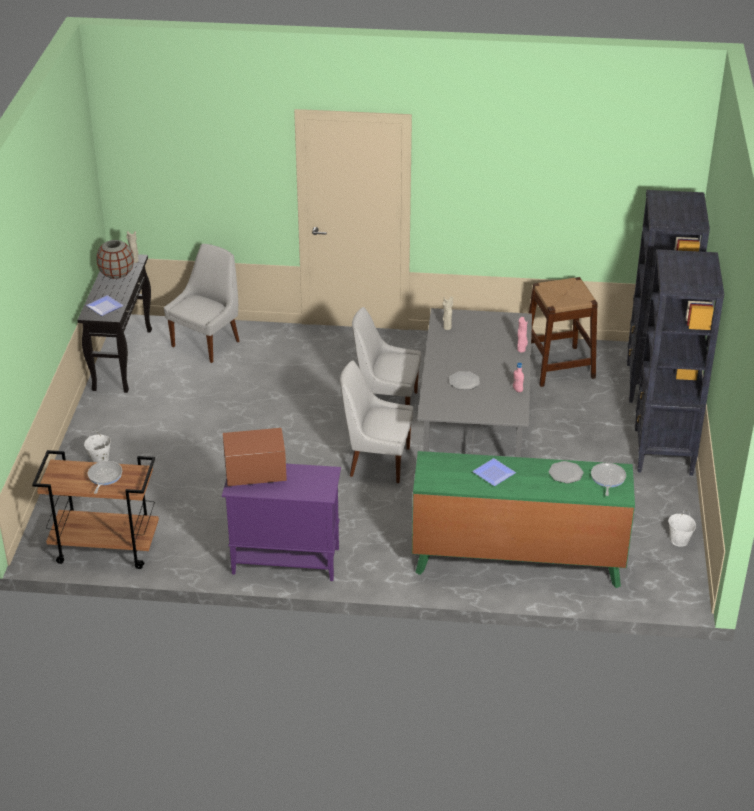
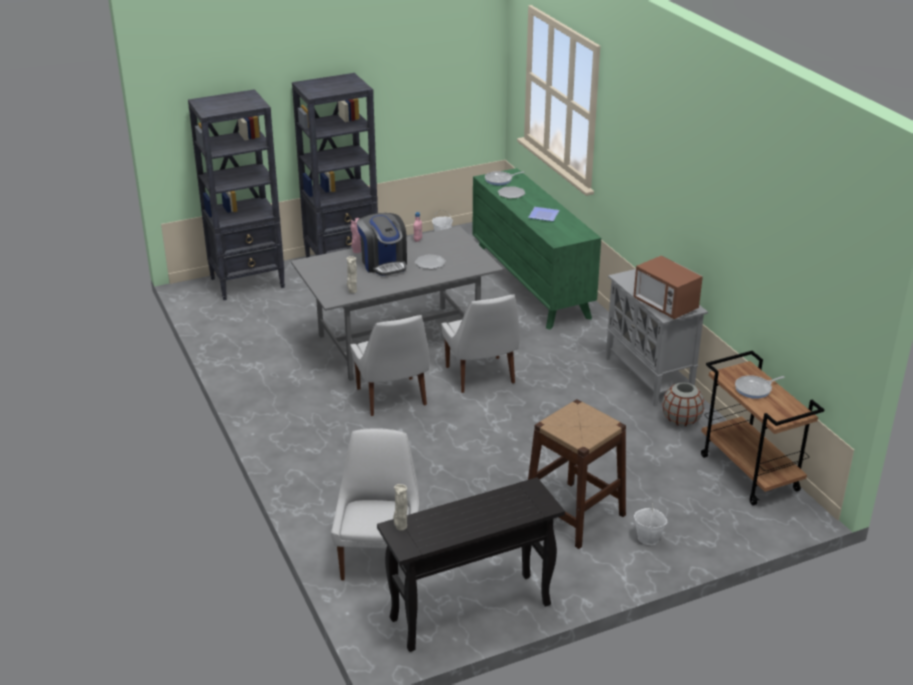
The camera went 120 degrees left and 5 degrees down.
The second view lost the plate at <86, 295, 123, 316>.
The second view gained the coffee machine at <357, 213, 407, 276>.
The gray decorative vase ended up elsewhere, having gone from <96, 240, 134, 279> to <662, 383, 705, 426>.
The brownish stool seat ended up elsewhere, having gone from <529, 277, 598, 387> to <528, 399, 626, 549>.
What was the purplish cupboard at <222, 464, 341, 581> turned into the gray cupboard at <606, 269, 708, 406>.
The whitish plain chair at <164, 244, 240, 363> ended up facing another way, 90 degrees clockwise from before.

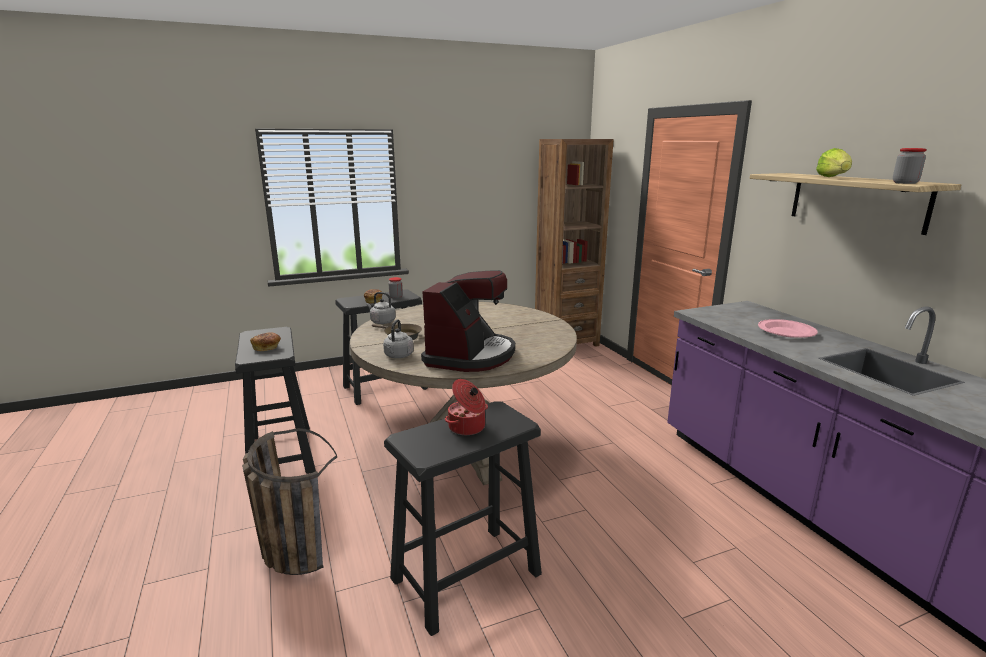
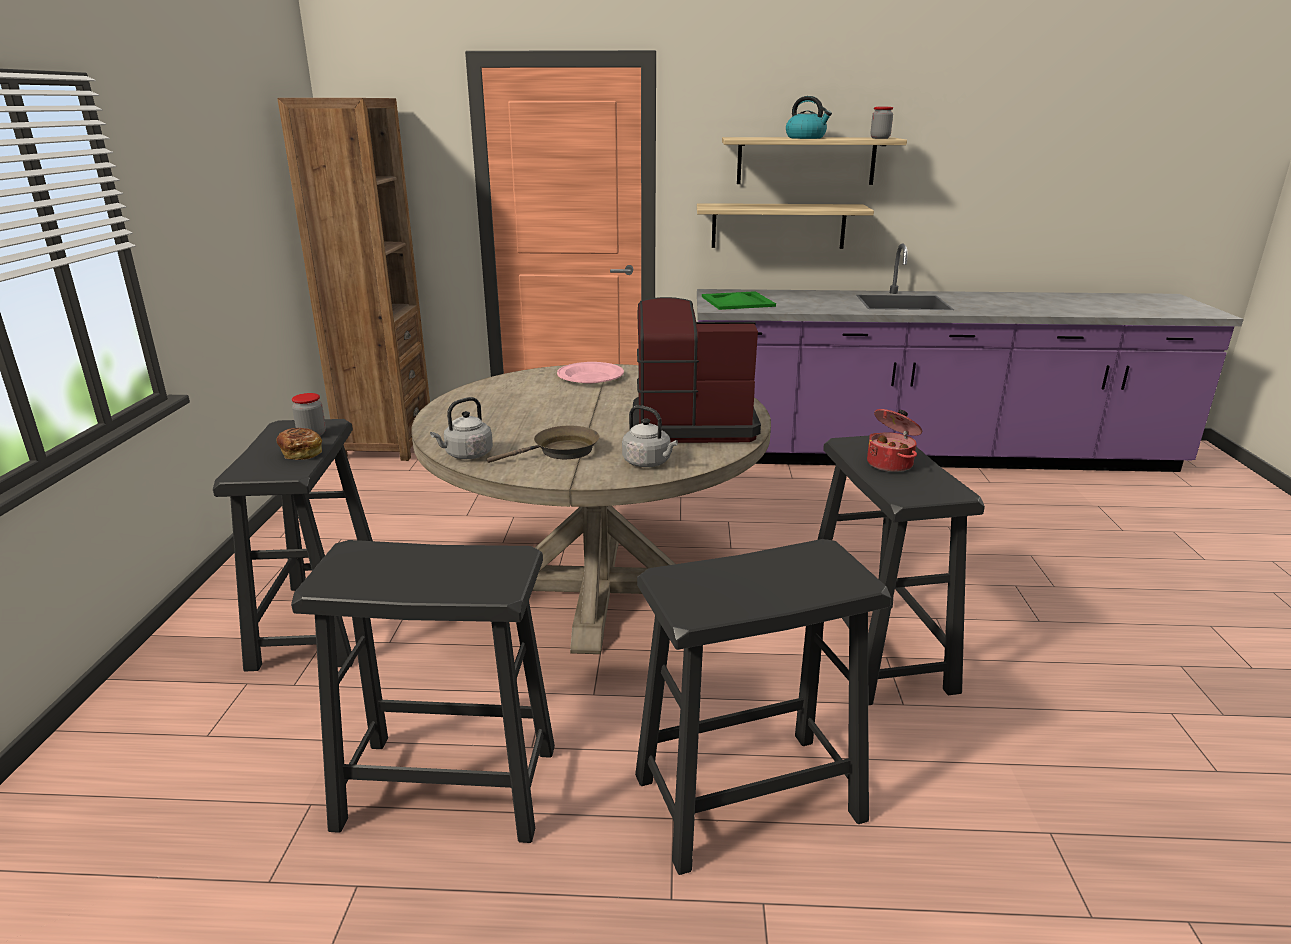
The camera went 65 degrees left and 5 degrees up.
The second view lost the baked bread at <250, 333, 281, 351>.
The second view gained the wall shelf at <697, 203, 874, 249>.
The second view gained the green-coloured tray at <702, 291, 776, 310>.
The pink-coloured plate ended up elsewhere, having gone from <758, 319, 817, 338> to <557, 362, 624, 383>.
Where the household basket stood at <242, 428, 337, 575>, the black stool seat came to stand at <635, 539, 891, 875>.
Where the lettuce stood at <816, 148, 852, 177>, the tea kettle came to stand at <786, 96, 832, 139>.
The coffee machine at <421, 270, 515, 372> ended up facing another way, 45 degrees counterclockwise from before.

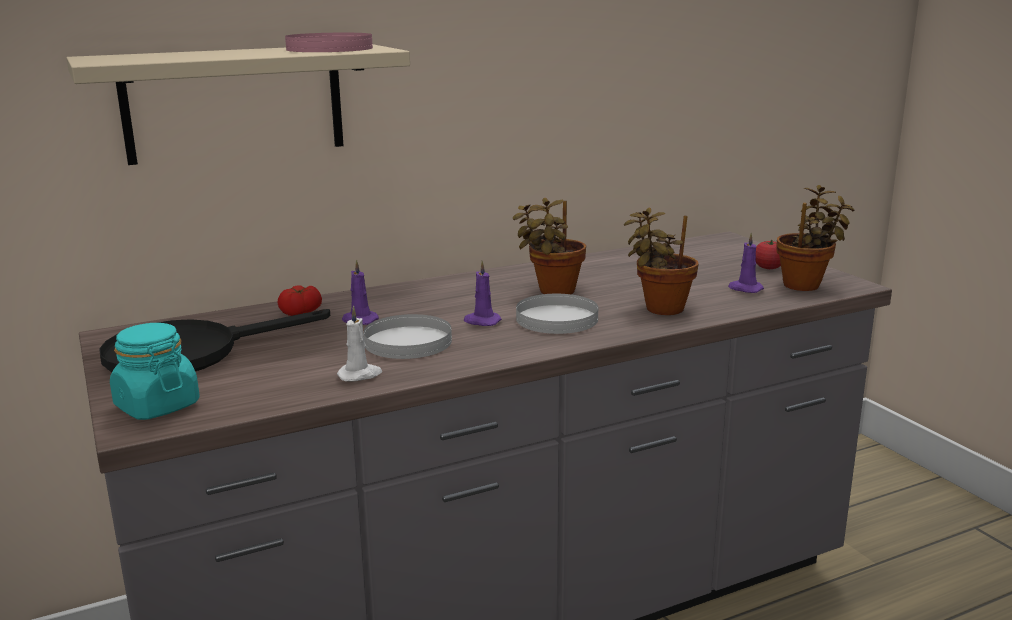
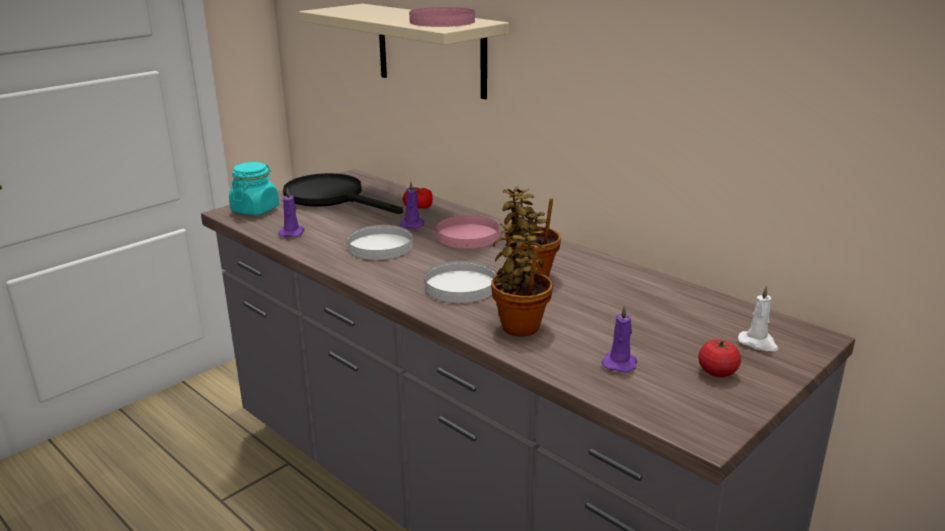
The camera went 70 degrees right and 5 degrees up.
The second view lost the houseplant at <776, 185, 855, 291>.
The second view gained the pink-coloured plate at <436, 215, 499, 249>.
The whitish wax candle ended up elsewhere, having gone from <337, 306, 382, 381> to <738, 285, 778, 351>.
The purplish wax candle ended up elsewhere, having gone from <464, 261, 502, 326> to <278, 188, 305, 237>.

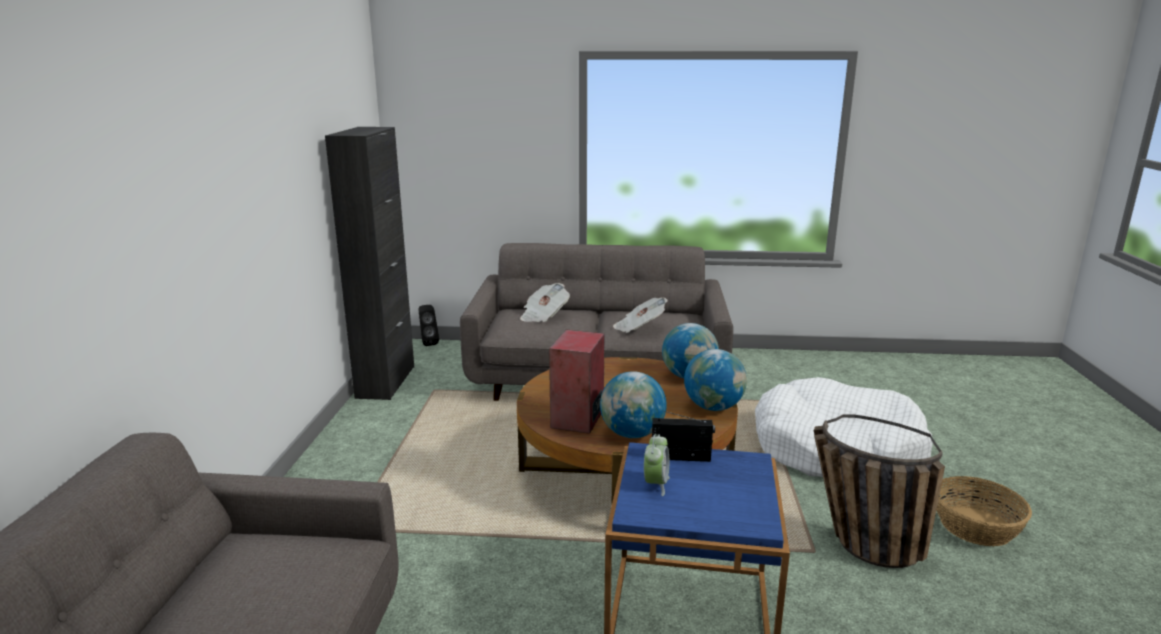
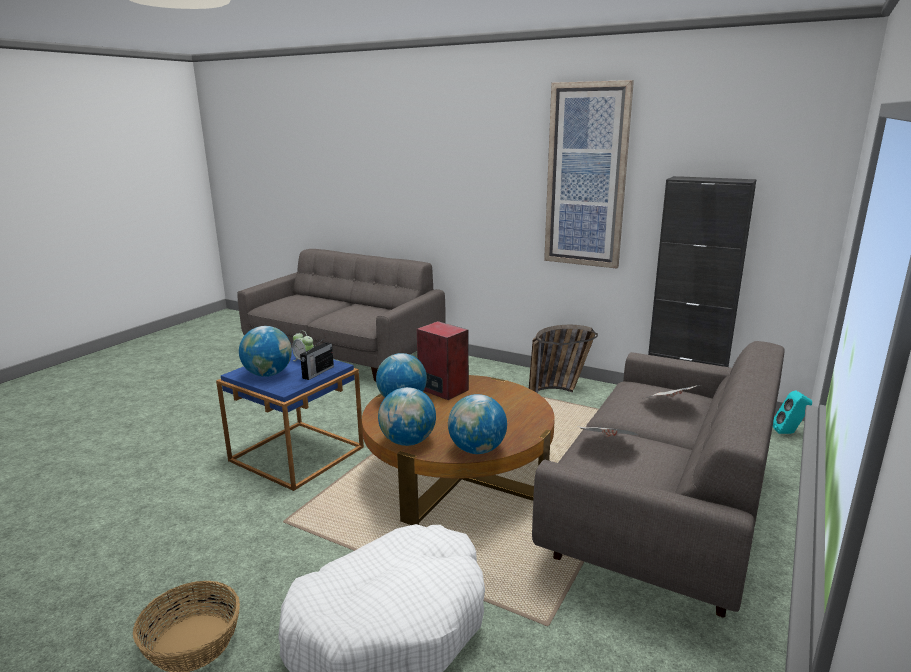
The camera went 115 degrees right and 0 degrees up.
The second view gained the desk globe at <239, 326, 292, 377>.
The second view gained the picture at <544, 80, 634, 269>.
The household basket ended up elsewhere, having gone from <814, 414, 945, 568> to <529, 325, 598, 393>.
What was the black loudspeaker at <418, 305, 439, 346> turned into the blue-green loudspeaker at <773, 390, 812, 434>.

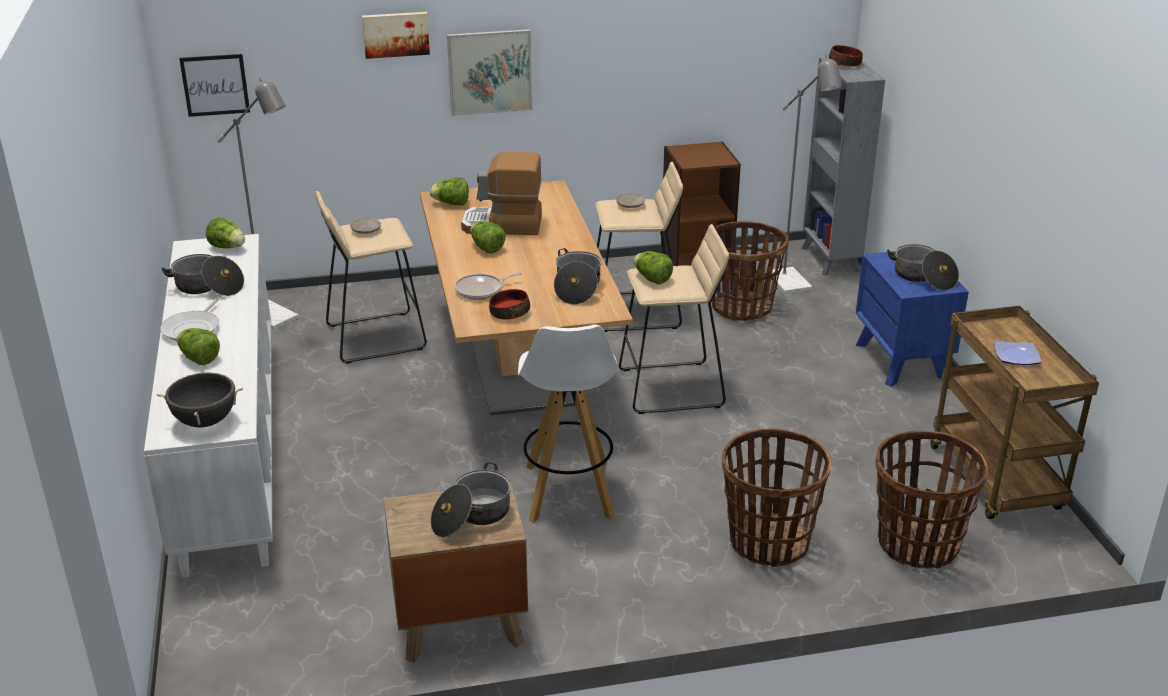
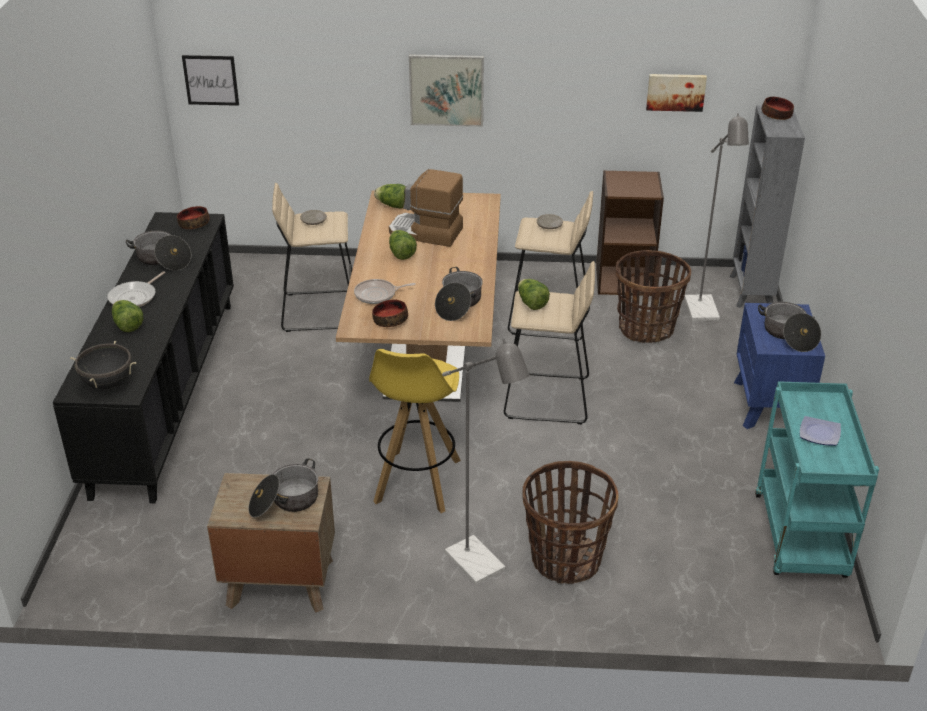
The camera went 15 degrees right and 5 degrees up.
The second view lost the household basket at <875, 430, 988, 569>.
The gray floor lamp ended up elsewhere, having gone from <218, 78, 299, 329> to <442, 339, 529, 585>.
The picture ended up elsewhere, having gone from <362, 12, 430, 59> to <646, 74, 707, 112>.
Where the lettuce stood at <206, 218, 245, 248>, the deep dish came to stand at <177, 206, 210, 229>.
What was the whitish cupboard at <144, 234, 272, 577> turned into the black cupboard at <53, 212, 234, 503>.
What was the whitish stool seat at <518, 325, 619, 523> turned into the yellowish stool seat at <369, 349, 461, 513>.
What was the brownish cart at <931, 306, 1099, 519> turned into the blue-green cart at <755, 381, 879, 578>.

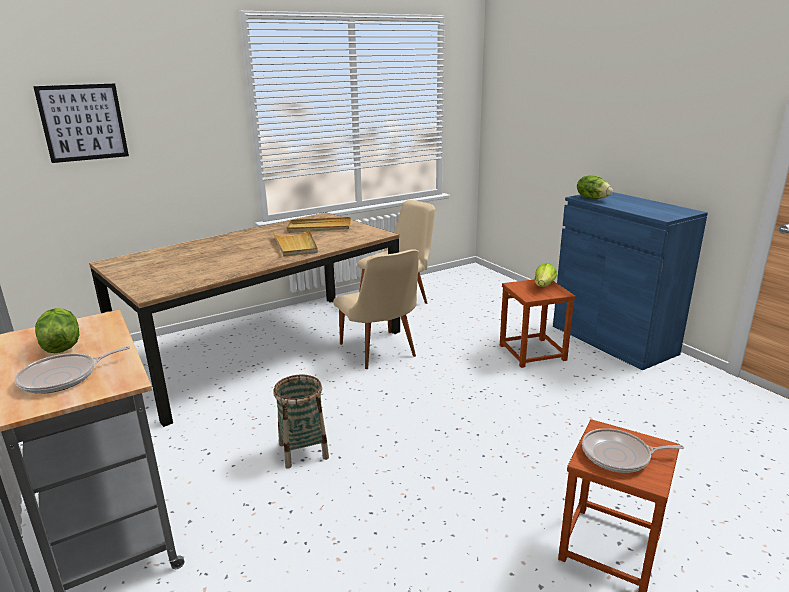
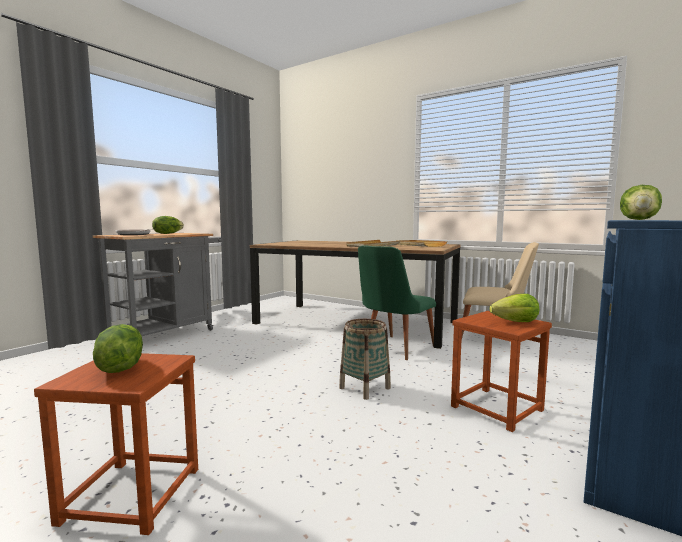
The camera went 65 degrees right and 15 degrees down.
The second view lost the picture at <33, 83, 129, 163>.
The household basket ended up elsewhere, having gone from <274, 375, 329, 468> to <339, 319, 391, 400>.
Where the pan stood at <582, 428, 684, 473>, the lettuce came to stand at <93, 324, 143, 373>.
What was the beige-coloured plain chair at <333, 249, 419, 369> turned into the green-coloured plain chair at <358, 245, 436, 360>.

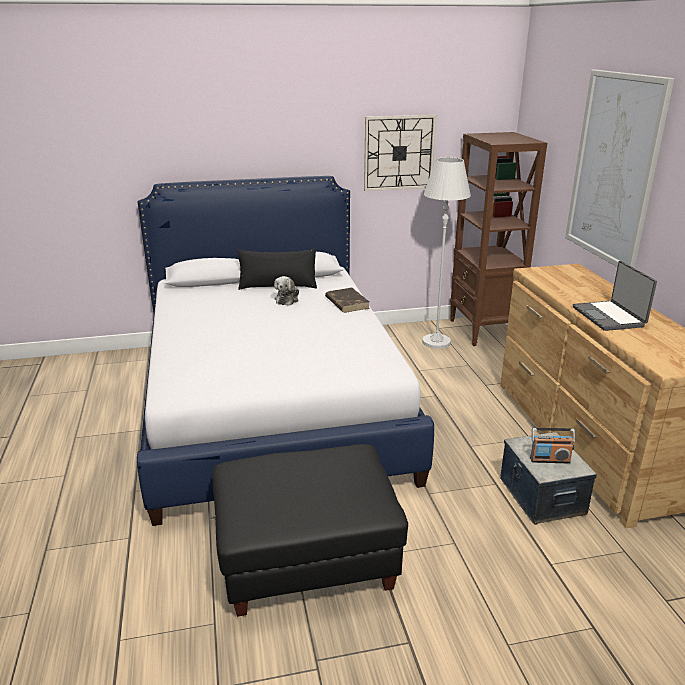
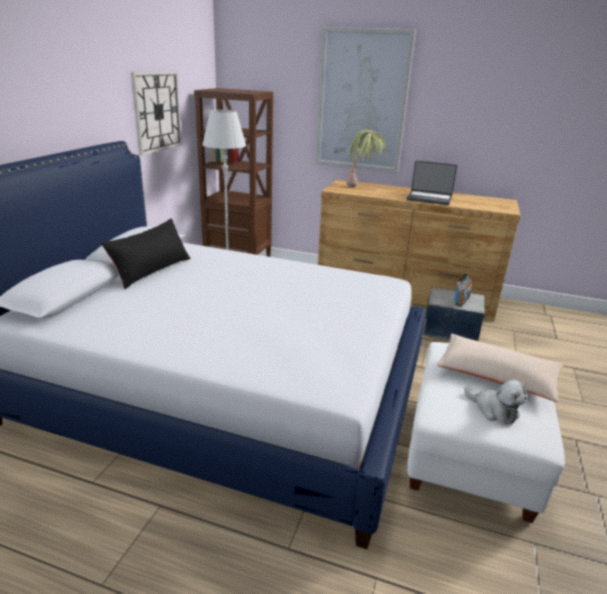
The camera went 60 degrees left and 0 degrees up.
The second view lost the brownish bound book at <325, 288, 369, 313>.
The second view gained the houseplant at <346, 130, 386, 187>.
The second view gained the beige-coloured cushion at <437, 334, 563, 402>.
The plush toy ended up elsewhere, having gone from <274, 276, 299, 305> to <464, 380, 527, 424>.
What was the black footrest at <212, 444, 408, 617> turned into the whitish footrest at <407, 342, 565, 523>.

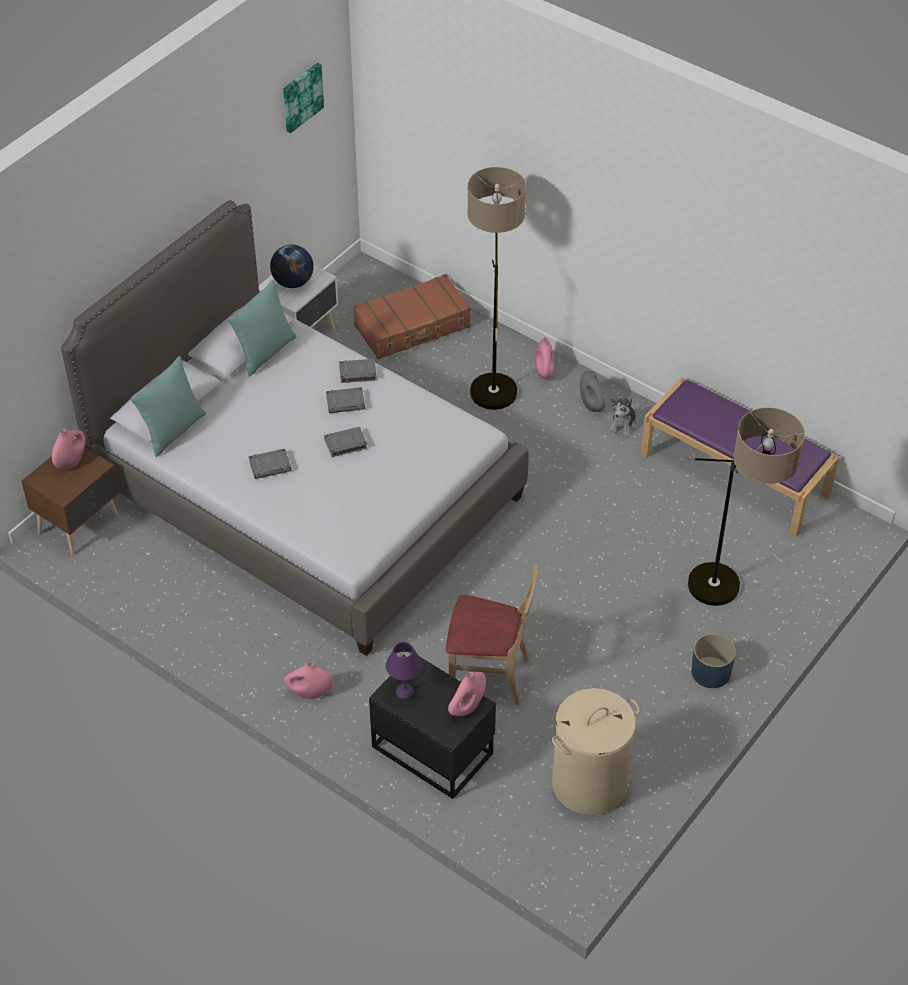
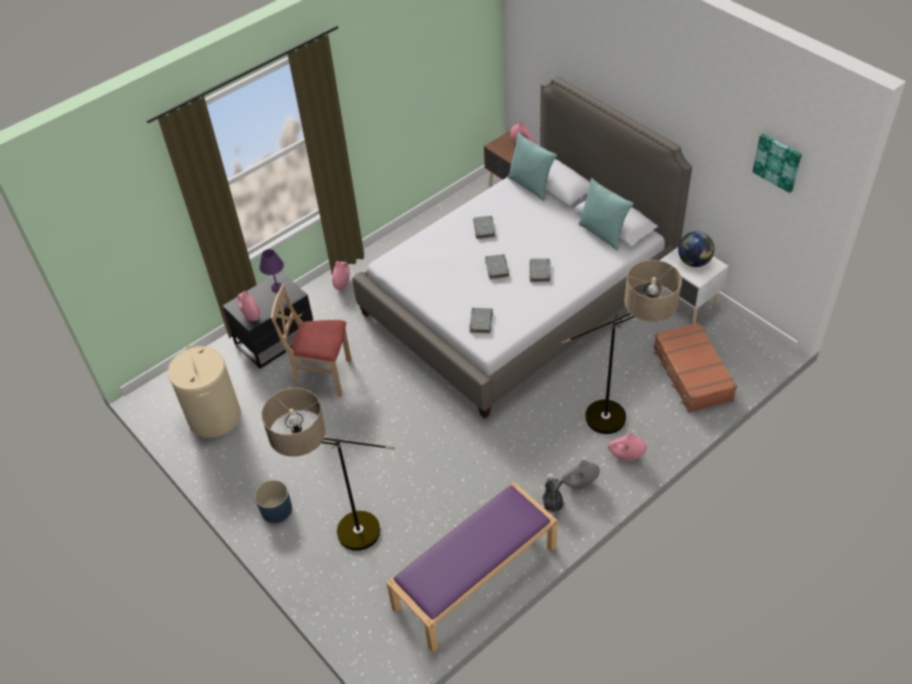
The camera went 105 degrees right and 0 degrees up.
The gray bound book ended up elsewhere, having gone from <339, 359, 377, 383> to <469, 308, 493, 333>.
The beige-coloured plain chair at <446, 563, 538, 705> ended up facing another way, 75 degrees clockwise from before.
The plush toy at <609, 398, 637, 438> ended up facing another way, 45 degrees clockwise from before.

